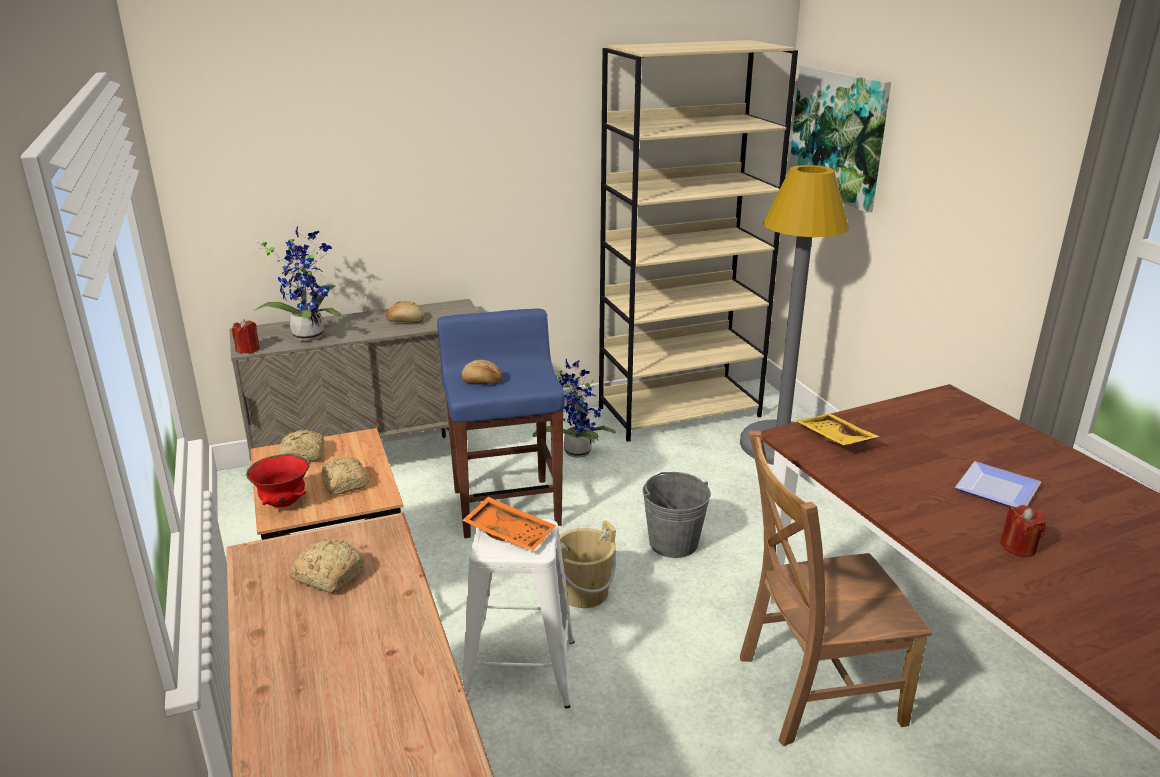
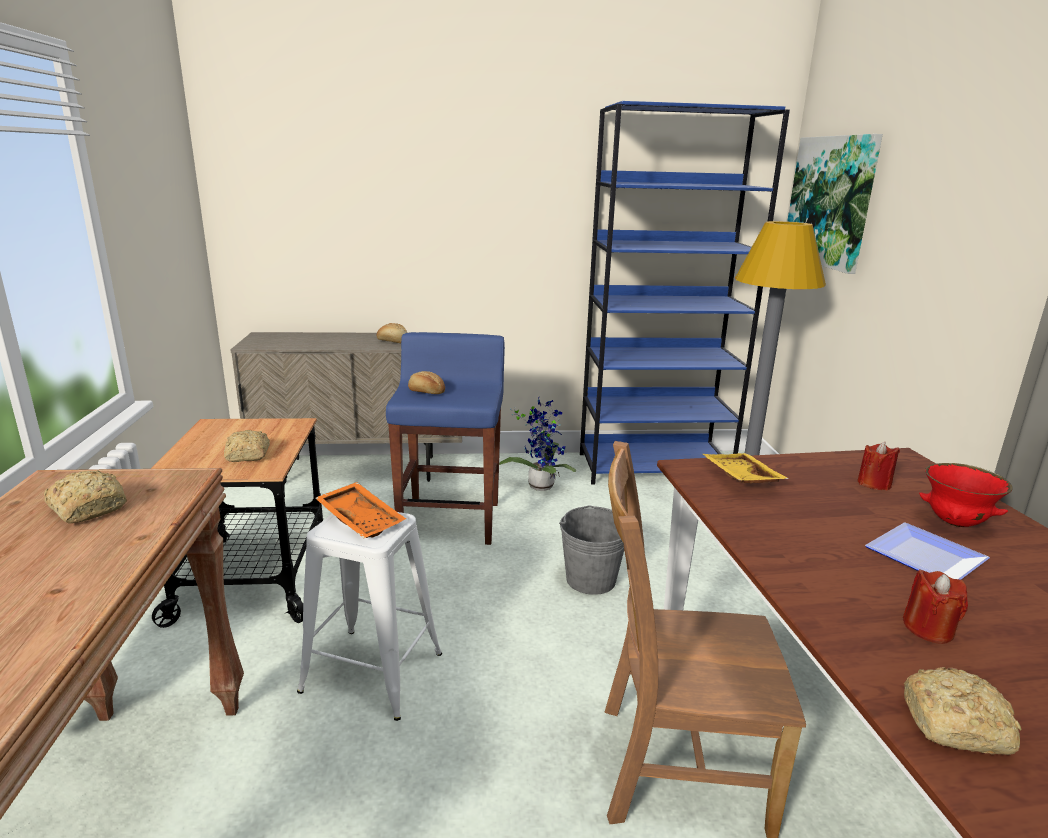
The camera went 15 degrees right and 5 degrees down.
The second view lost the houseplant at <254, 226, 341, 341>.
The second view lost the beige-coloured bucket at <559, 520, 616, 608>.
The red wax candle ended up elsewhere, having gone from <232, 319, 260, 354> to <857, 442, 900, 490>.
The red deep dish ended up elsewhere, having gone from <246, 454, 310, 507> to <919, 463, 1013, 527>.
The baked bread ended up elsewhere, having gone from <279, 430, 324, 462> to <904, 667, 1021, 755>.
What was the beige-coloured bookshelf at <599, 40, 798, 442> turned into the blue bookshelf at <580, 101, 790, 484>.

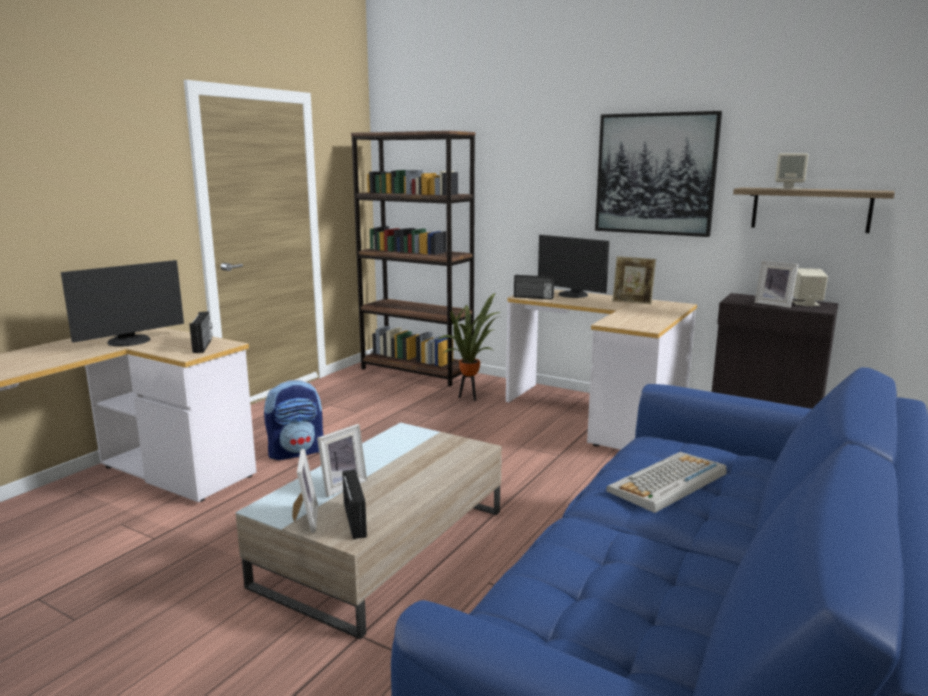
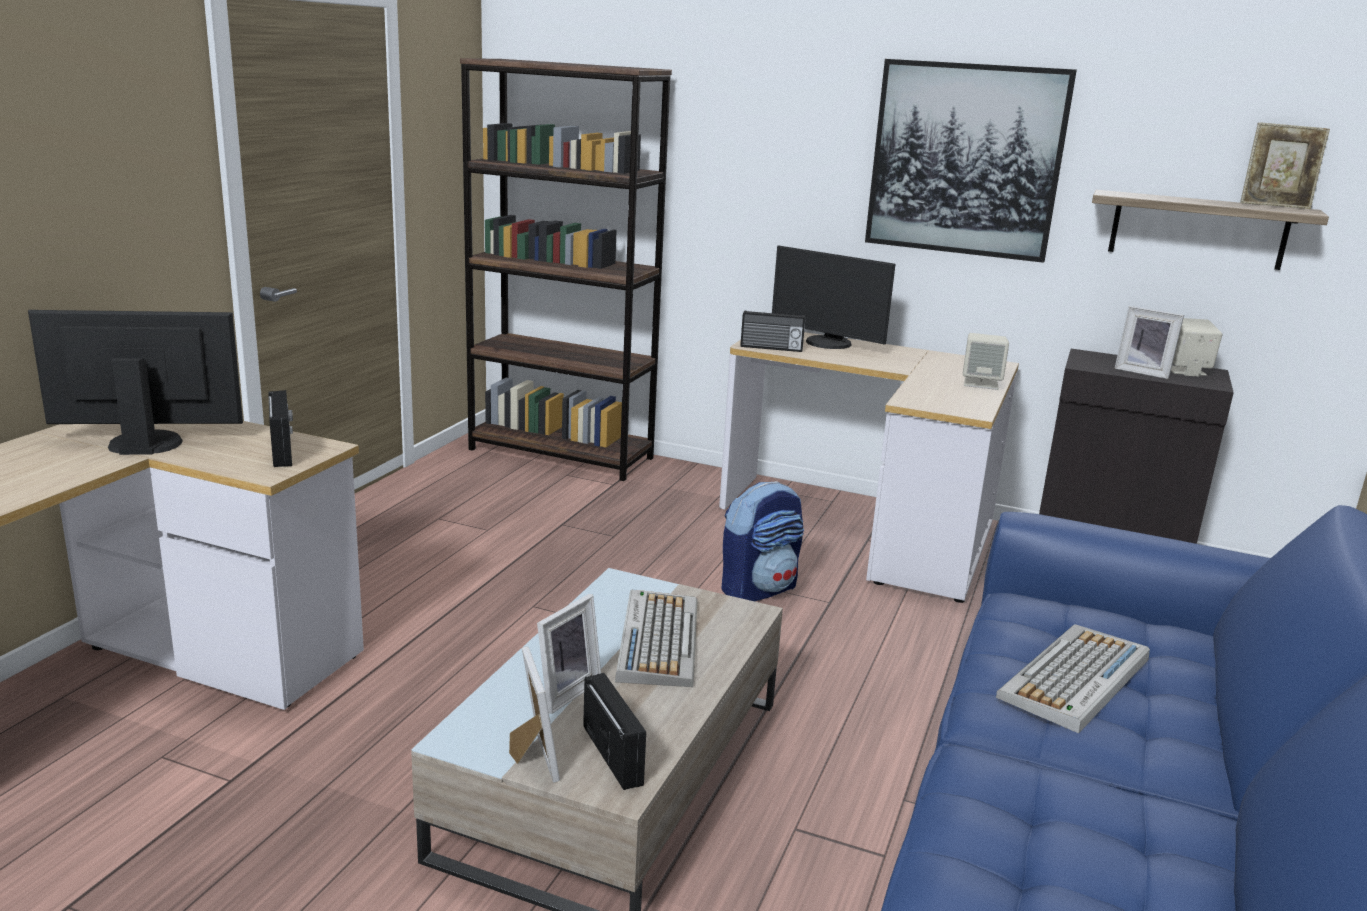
The camera went 10 degrees left and 5 degrees up.
The second view lost the houseplant at <438, 293, 500, 401>.
The second view gained the computer keyboard at <615, 589, 698, 687>.
The knapsack ended up elsewhere, having gone from <264, 380, 324, 460> to <721, 481, 804, 601>.
The photo frame ended up elsewhere, having gone from <613, 256, 656, 304> to <1240, 122, 1330, 209>.
The beige-coloured loudspeaker ended up elsewhere, having gone from <775, 153, 808, 189> to <963, 333, 1009, 390>.
The computer screen at <61, 260, 184, 346> ended up facing another way, 135 degrees counterclockwise from before.

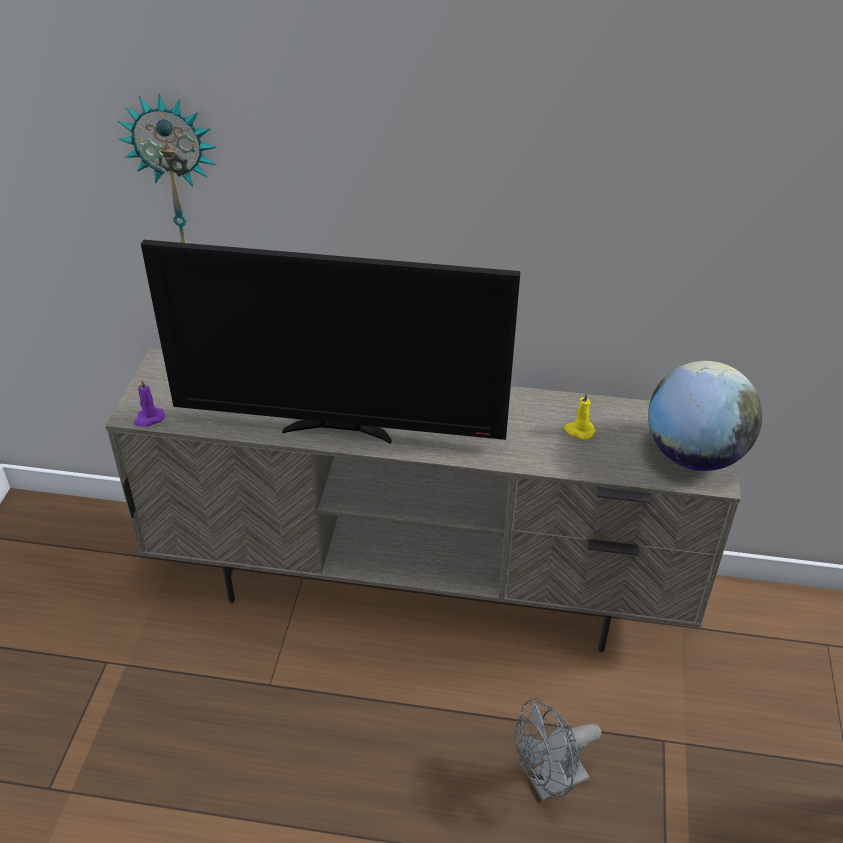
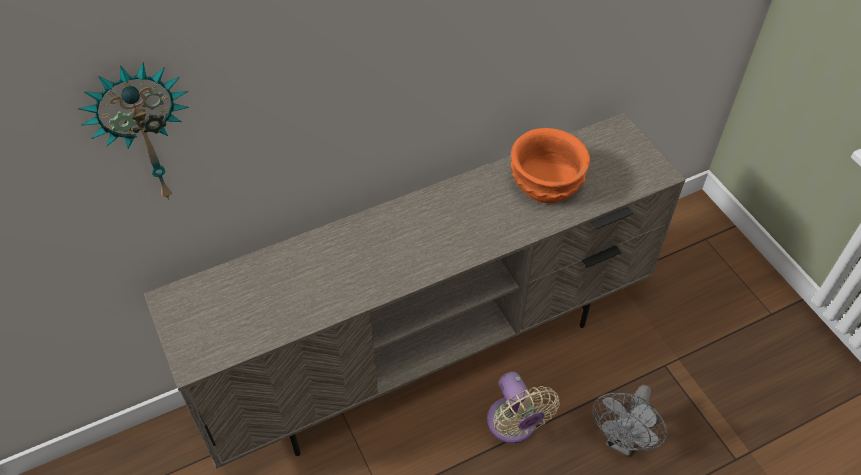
The camera went 35 degrees left and 10 degrees up.
The second view lost the purplish wax candle at <134, 379, 165, 426>.
The second view lost the TV at <141, 240, 521, 444>.
The second view lost the desk globe at <648, 361, 762, 471>.
The second view gained the beige-coloured fan at <487, 372, 559, 443>.
Where the yellowish wax candle stood at <564, 392, 596, 440>, the orange deep dish came to stand at <511, 128, 590, 203>.

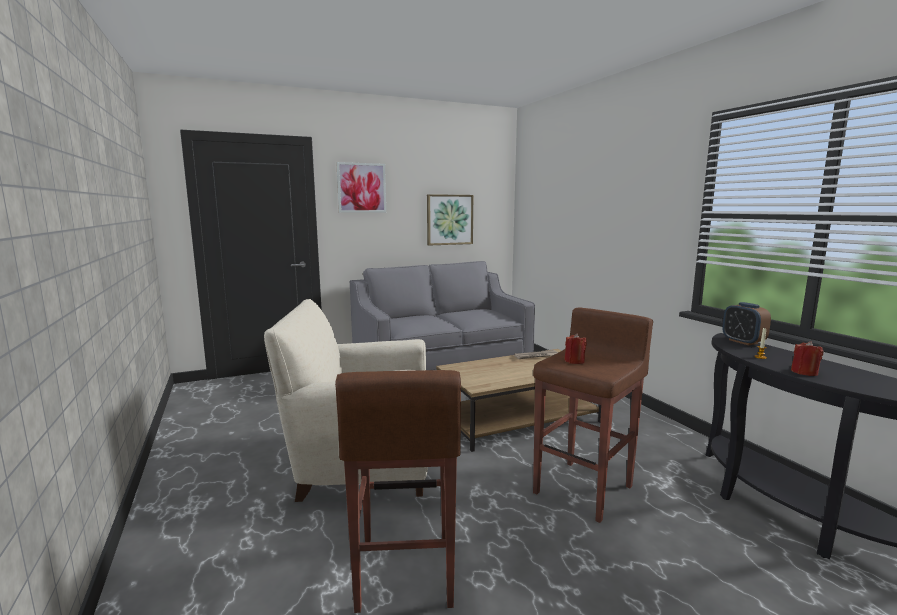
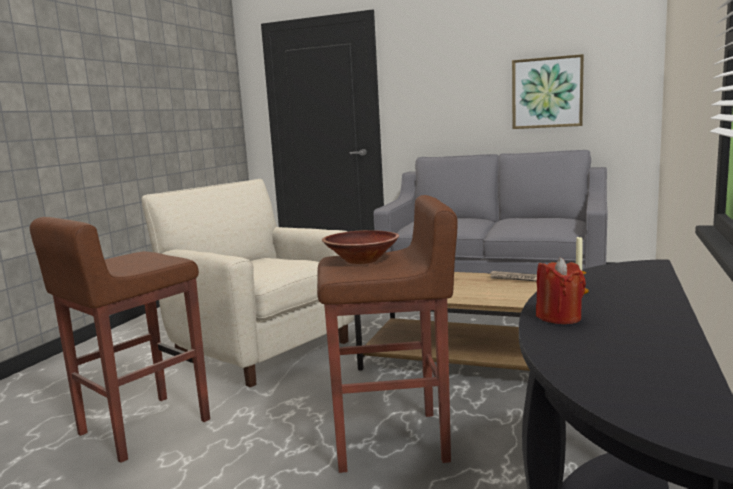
The camera went 45 degrees right and 0 degrees up.
The second view lost the picture at <336, 162, 386, 213>.
The second view lost the bedside clock at <722, 302, 771, 345>.
Where the red wax candle stood at <565, 333, 587, 364>, the brownish deep dish came to stand at <322, 230, 399, 264>.

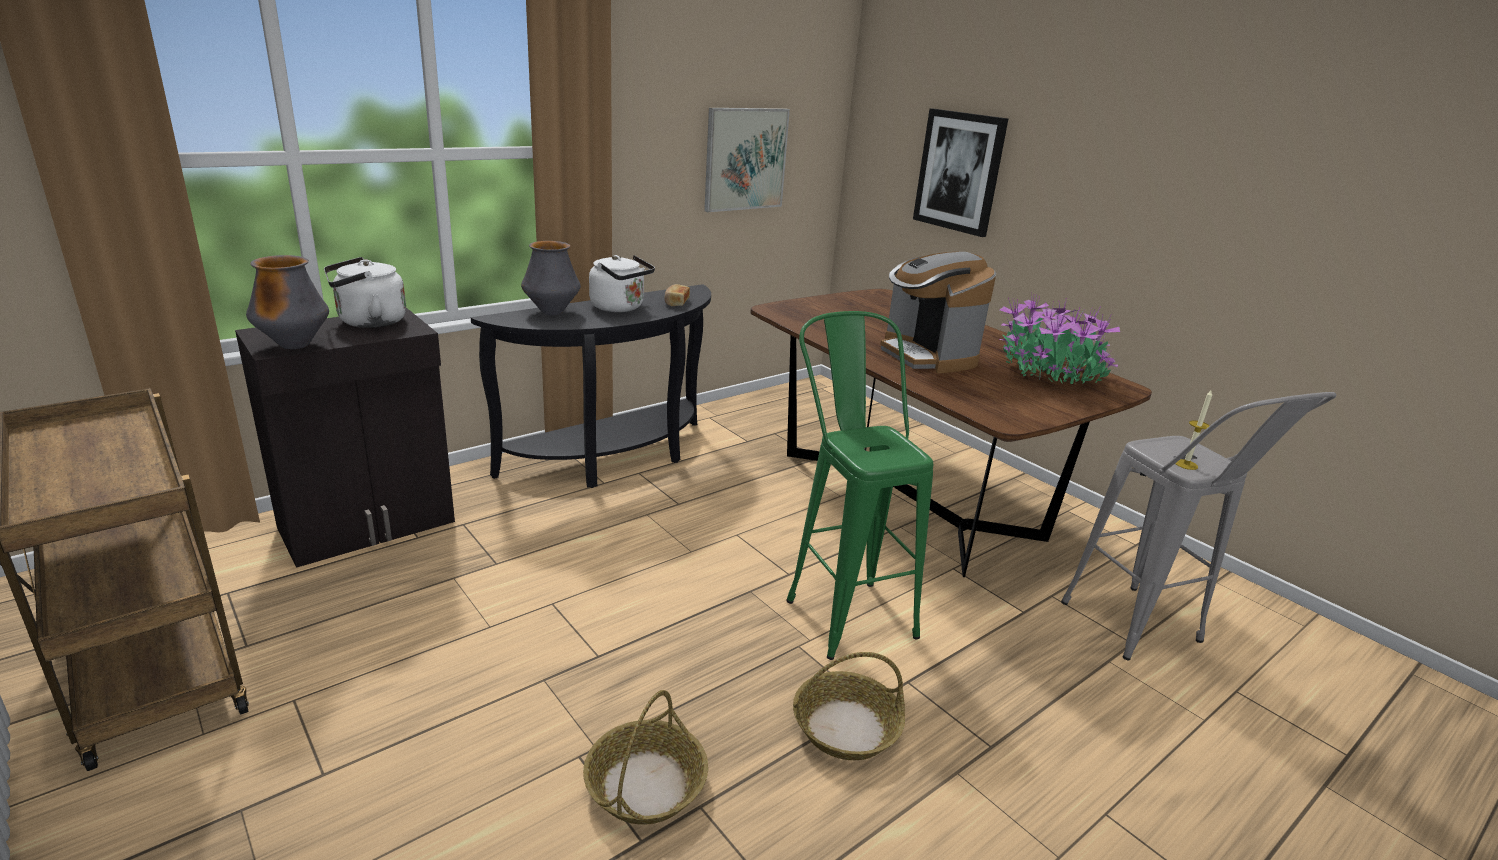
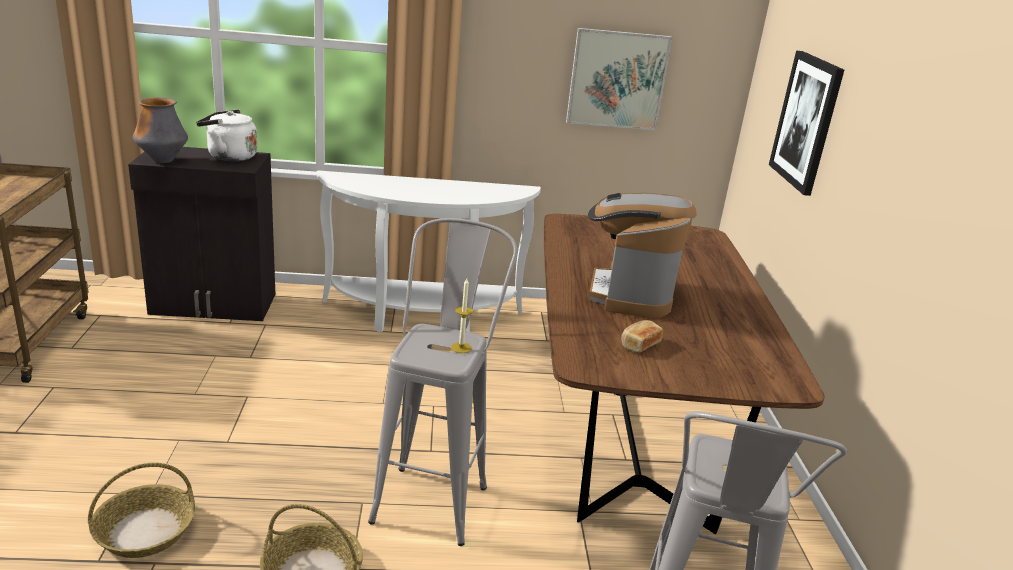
The camera went 35 degrees right and 0 degrees up.
The second view lost the decorative vase at <521, 241, 581, 315>.
The second view lost the whitish tea kettle at <589, 255, 655, 312>.
The second view lost the houseplant at <1000, 294, 1120, 384>.
The baked bread ended up elsewhere, having gone from <665, 284, 690, 306> to <621, 320, 663, 353>.
The wax candle ended up elsewhere, having gone from <1175, 389, 1212, 470> to <451, 278, 473, 353>.
What was the black console table at <471, 284, 711, 488> turned into the whitish console table at <317, 170, 541, 332>.
What was the green-coloured stool seat at <786, 311, 933, 660> turned into the gray stool seat at <368, 218, 518, 546>.

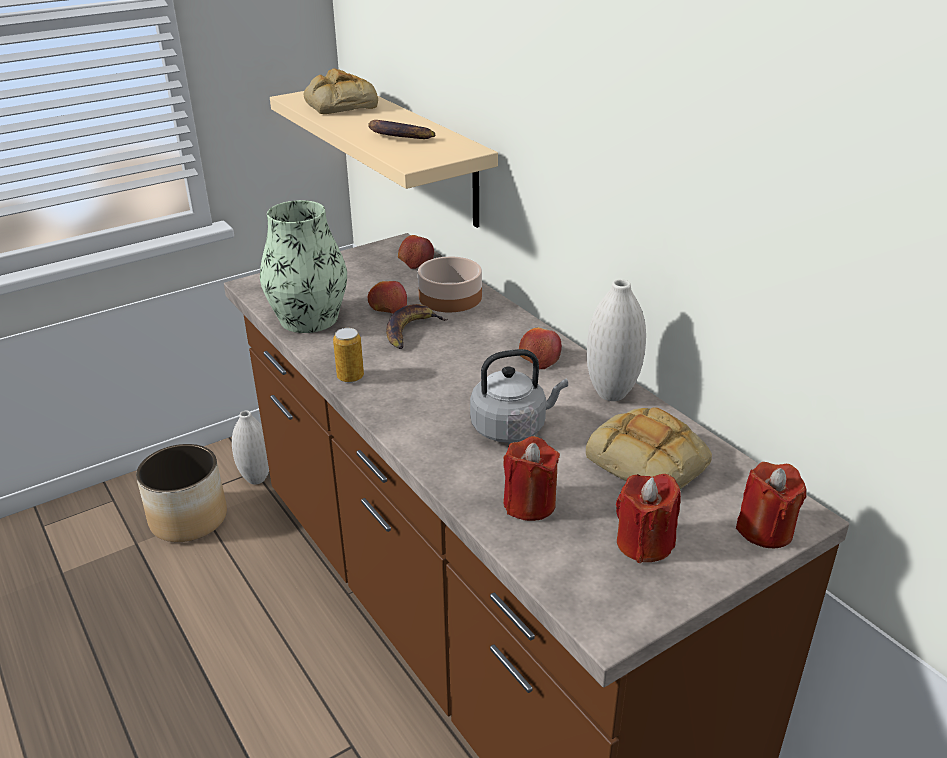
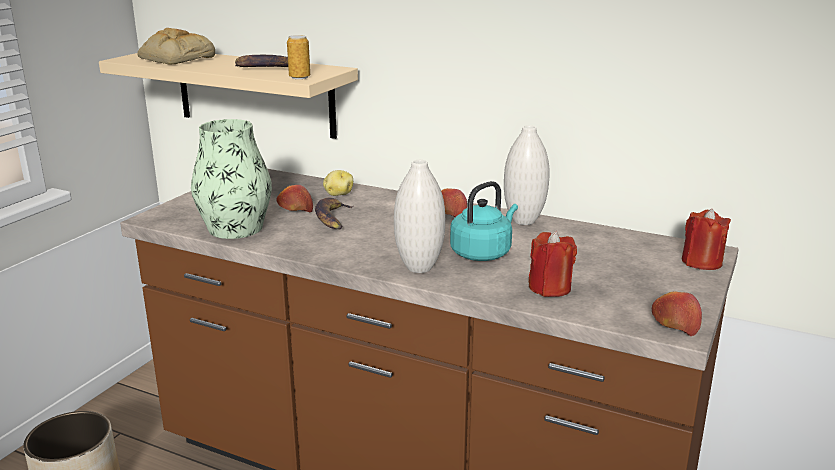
The camera went 30 degrees left and 10 degrees down.
The second view lost the baked bread at <586, 408, 712, 489>.
The second view lost the red wax candle at <616, 474, 681, 563>.
The whitish decorative vase ended up elsewhere, having gone from <232, 411, 269, 484> to <394, 160, 445, 273>.
The can ended up elsewhere, having gone from <333, 328, 364, 383> to <287, 35, 310, 79>.
The whole apple ended up elsewhere, having gone from <398, 235, 434, 269> to <652, 291, 702, 336>.
Where the deep dish stood at <418, 256, 482, 312>, the spud came to stand at <323, 170, 353, 196>.
What was the gray tea kettle at <470, 349, 568, 443> turned into the blue-green tea kettle at <450, 181, 518, 261>.

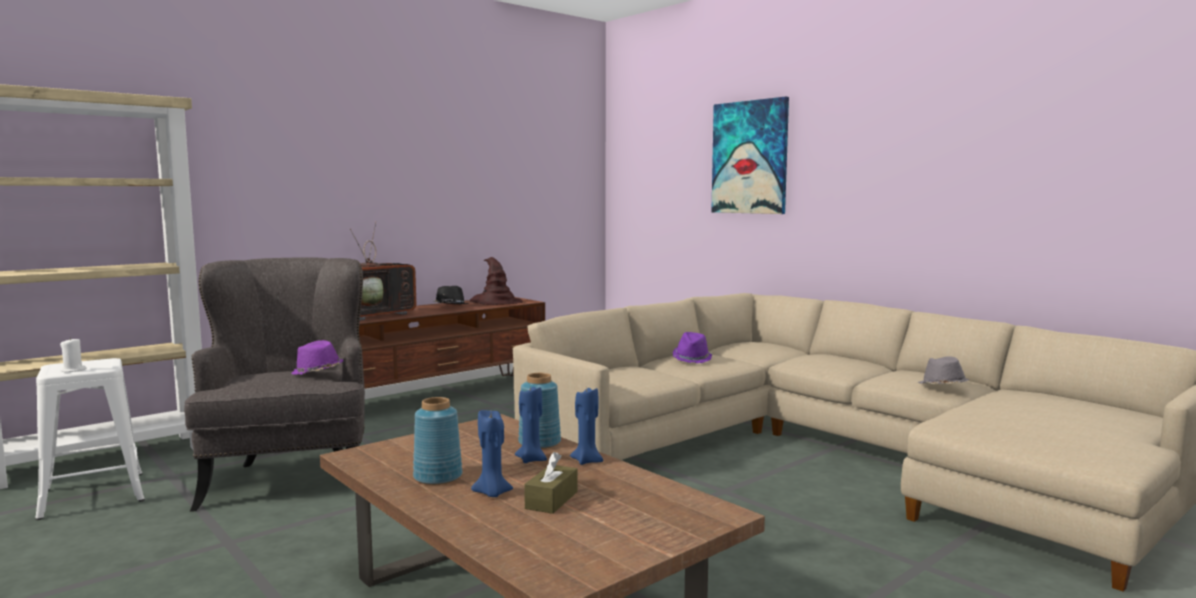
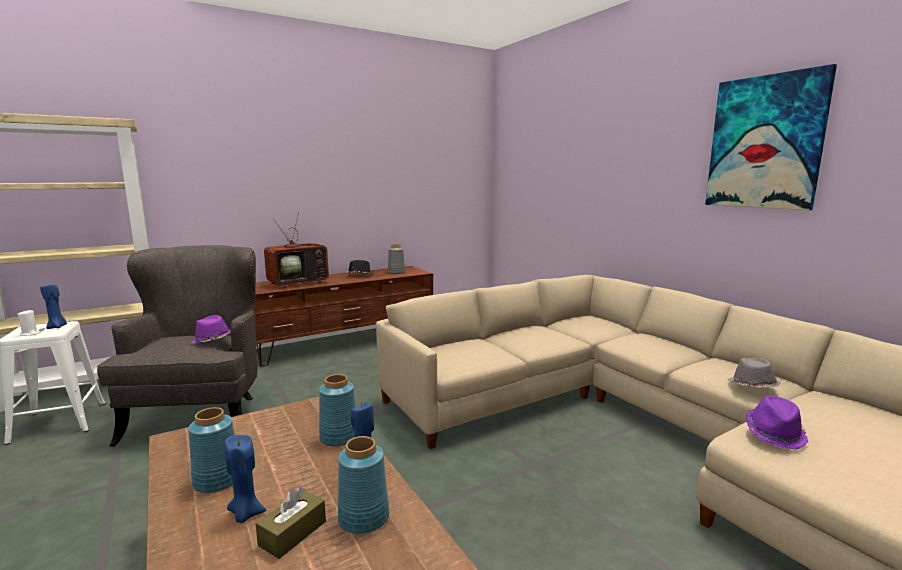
The camera went 10 degrees right and 5 degrees up.
The second view gained the blue decorative vase at <338, 436, 389, 534>.
The blue wax candle ended up elsewhere, having gone from <515, 387, 547, 463> to <40, 284, 67, 329>.
The purplish wearable hat ended up elsewhere, having gone from <673, 332, 713, 363> to <746, 395, 808, 449>.
The picture ended up elsewhere, having gone from <711, 97, 789, 214> to <705, 64, 837, 210>.
Where the brownish wearable hat stood at <470, 257, 523, 305>, the gray decorative vase came to stand at <388, 244, 405, 274>.

